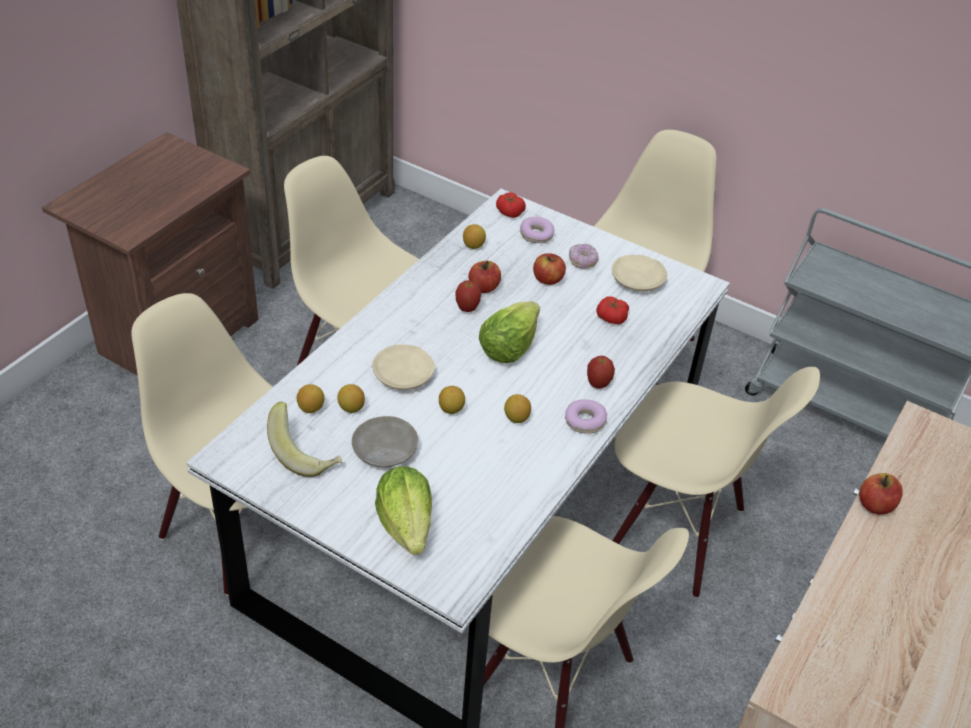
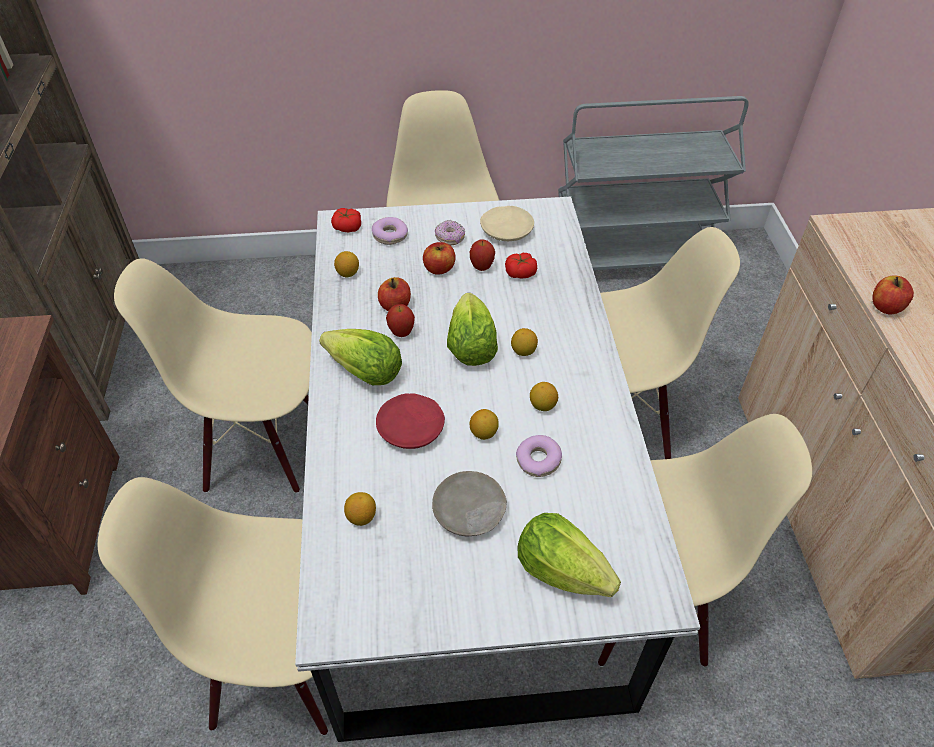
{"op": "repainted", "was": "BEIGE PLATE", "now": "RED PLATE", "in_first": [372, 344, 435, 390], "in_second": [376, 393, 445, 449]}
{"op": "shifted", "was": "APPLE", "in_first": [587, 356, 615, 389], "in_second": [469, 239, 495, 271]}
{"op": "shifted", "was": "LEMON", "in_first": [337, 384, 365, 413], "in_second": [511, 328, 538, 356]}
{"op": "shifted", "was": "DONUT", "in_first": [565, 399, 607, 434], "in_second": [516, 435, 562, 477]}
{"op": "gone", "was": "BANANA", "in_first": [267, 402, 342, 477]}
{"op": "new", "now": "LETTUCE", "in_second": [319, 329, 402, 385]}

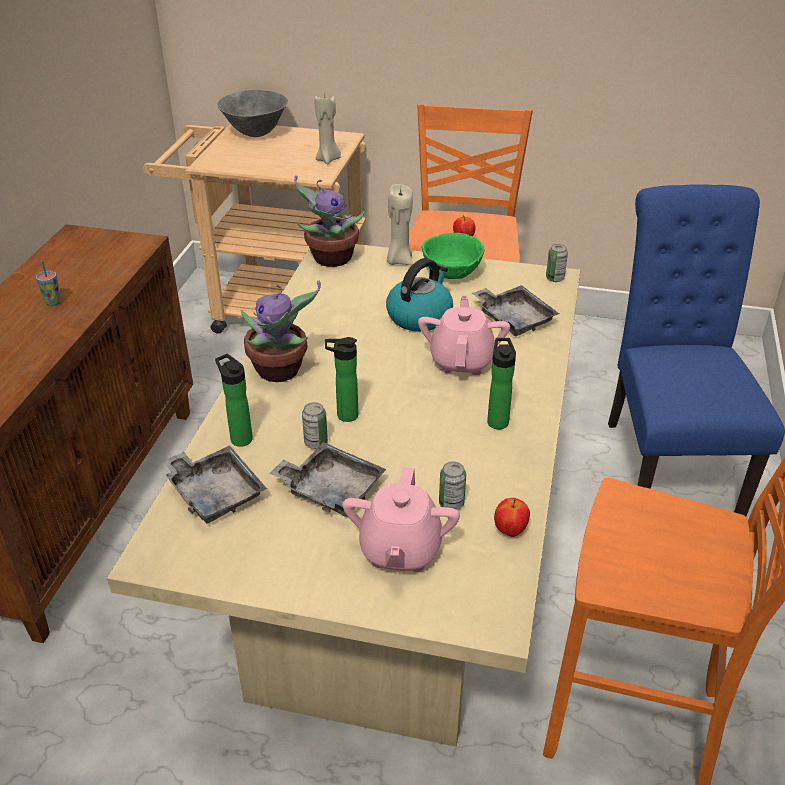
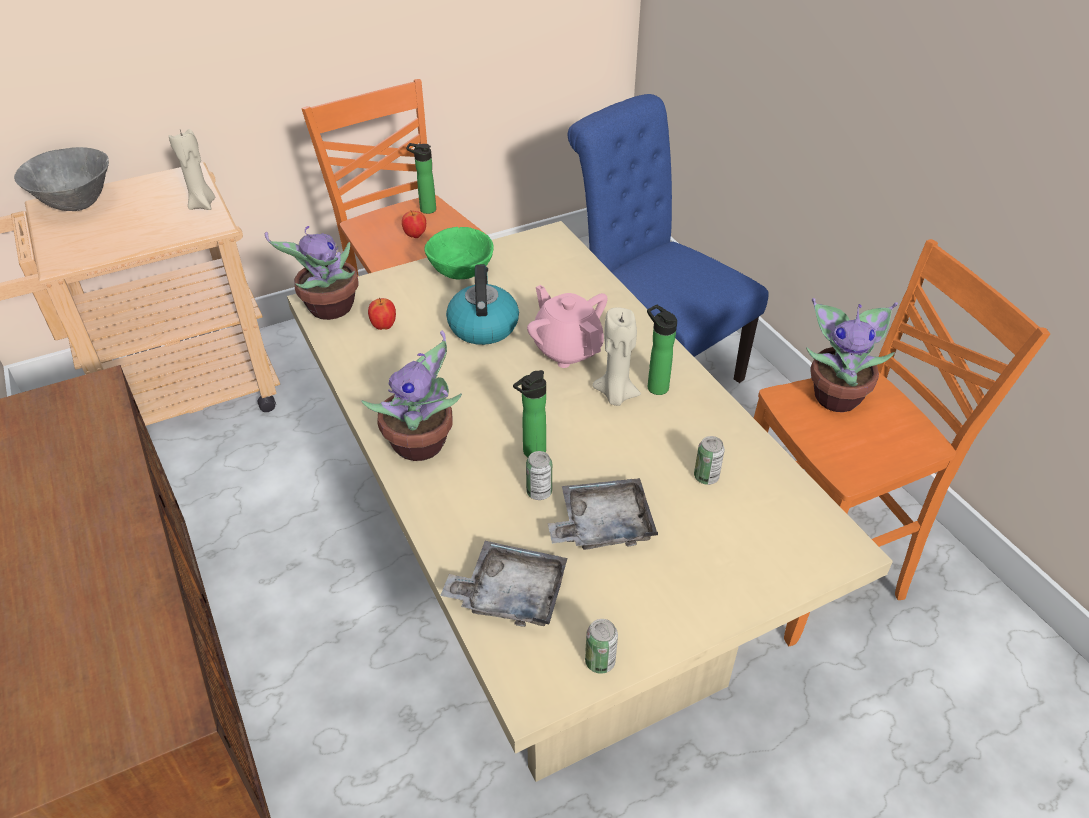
{"op": "shifted", "was": "BEIGE CANDLE", "in_first": [387, 184, 413, 265], "in_second": [592, 307, 641, 406]}
{"op": "shifted", "was": "CAN", "in_first": [546, 244, 568, 282], "in_second": [585, 619, 618, 674]}
{"op": "gone", "was": "CUP", "in_first": [36, 261, 61, 306]}
{"op": "gone", "was": "GREY TRAY", "in_first": [472, 285, 559, 336]}
{"op": "shifted", "was": "BOTTLE", "in_first": [215, 354, 253, 447], "in_second": [406, 143, 436, 214]}
{"op": "gone", "was": "PINK TEAPOT", "in_first": [343, 467, 460, 572]}
{"op": "shifted", "was": "APPLE", "in_first": [494, 498, 530, 537], "in_second": [368, 298, 396, 330]}
{"op": "new", "now": "POTTED PLANT", "in_second": [806, 298, 898, 412]}

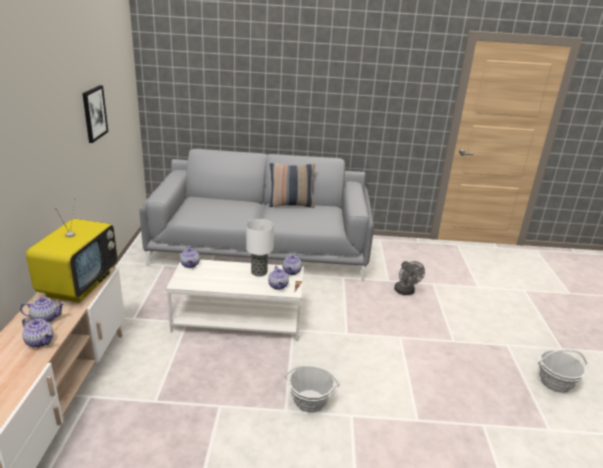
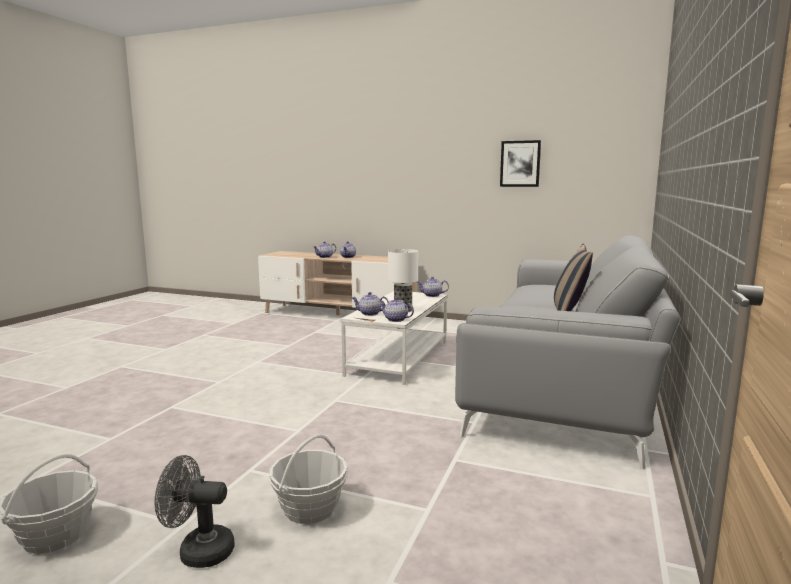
{"op": "gone", "was": "TELEVISION", "in_first": [26, 197, 117, 303]}
{"op": "shifted", "was": "GREY FAN", "in_first": [394, 261, 425, 295], "in_second": [155, 455, 235, 568]}
{"op": "shifted", "was": "BASKET", "in_first": [285, 365, 340, 413], "in_second": [270, 434, 348, 524]}

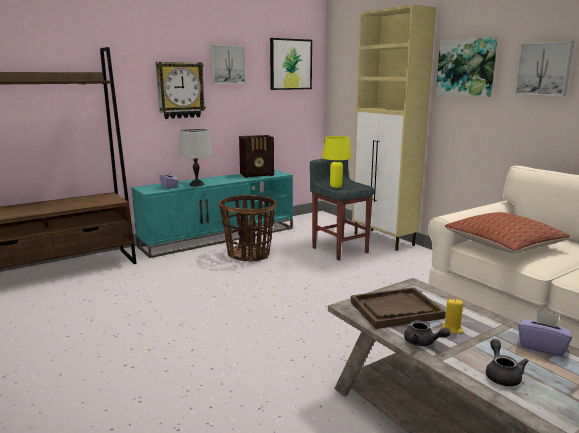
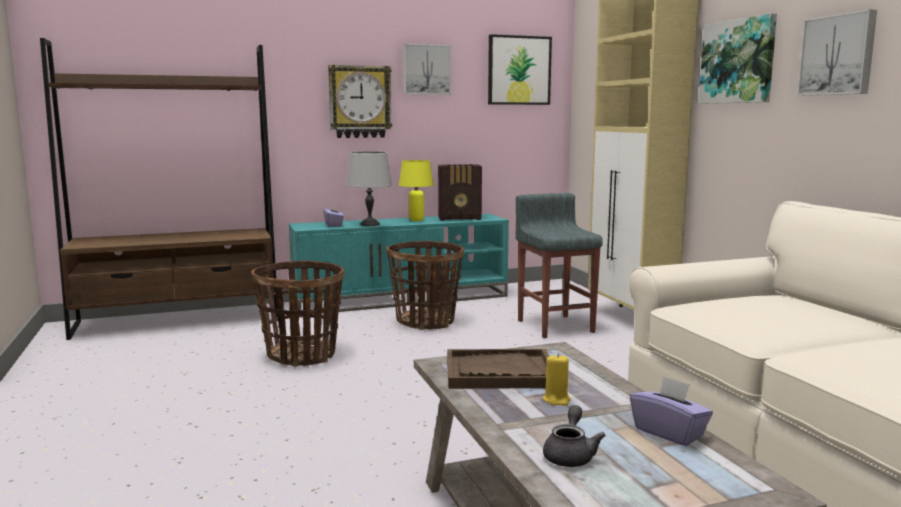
{"op": "shifted", "was": "YELLOW TABLE LAMP", "in_first": [322, 136, 352, 188], "in_second": [399, 160, 434, 221]}
{"op": "gone", "was": "PILLOW", "in_first": [445, 212, 571, 253]}
{"op": "gone", "was": "GREY TEAPOT", "in_first": [404, 320, 450, 346]}
{"op": "new", "now": "BASKET", "in_second": [251, 260, 344, 366]}

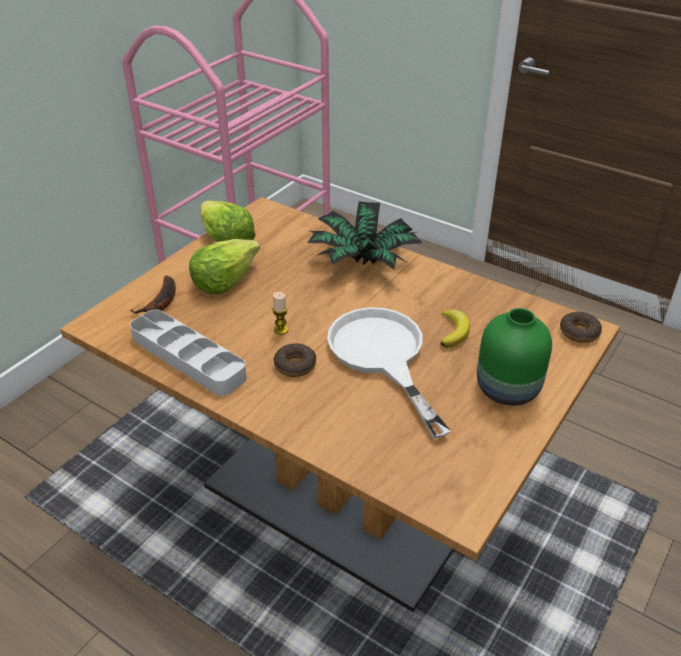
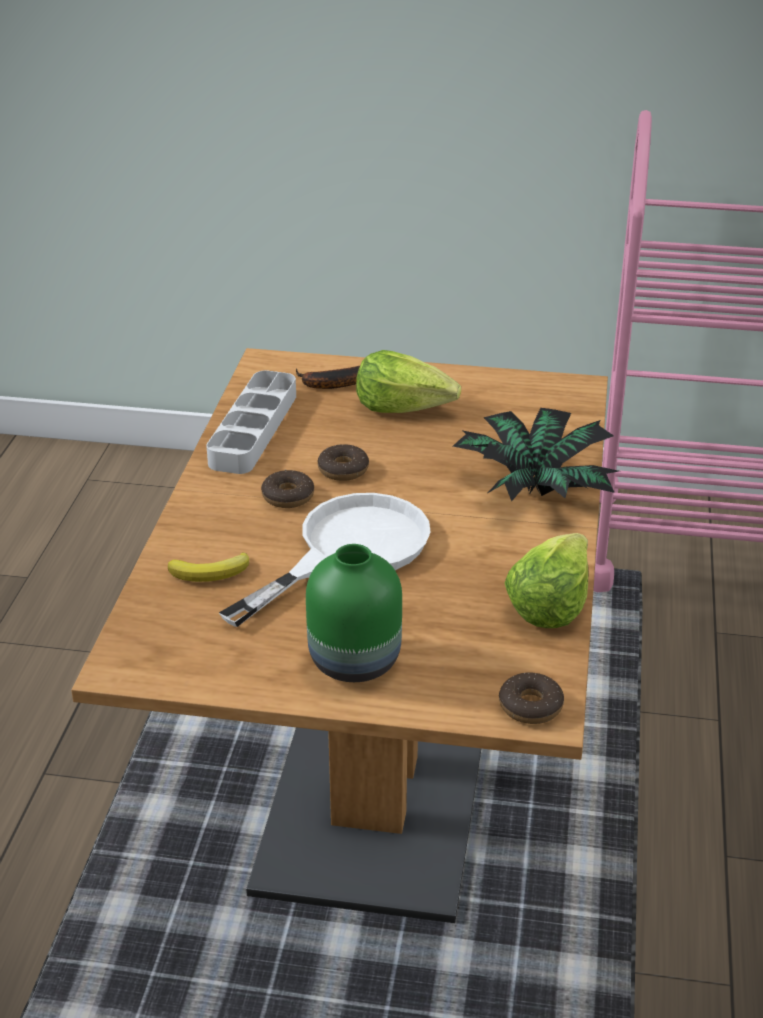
{"op": "shifted", "was": "LETTUCE", "in_first": [200, 201, 256, 242], "in_second": [504, 533, 588, 628]}
{"op": "swapped", "was": "CANDLE", "now": "DONUT", "in_first": [272, 292, 289, 335], "in_second": [318, 444, 369, 481]}
{"op": "shifted", "was": "BANANA", "in_first": [441, 310, 470, 348], "in_second": [168, 552, 249, 582]}

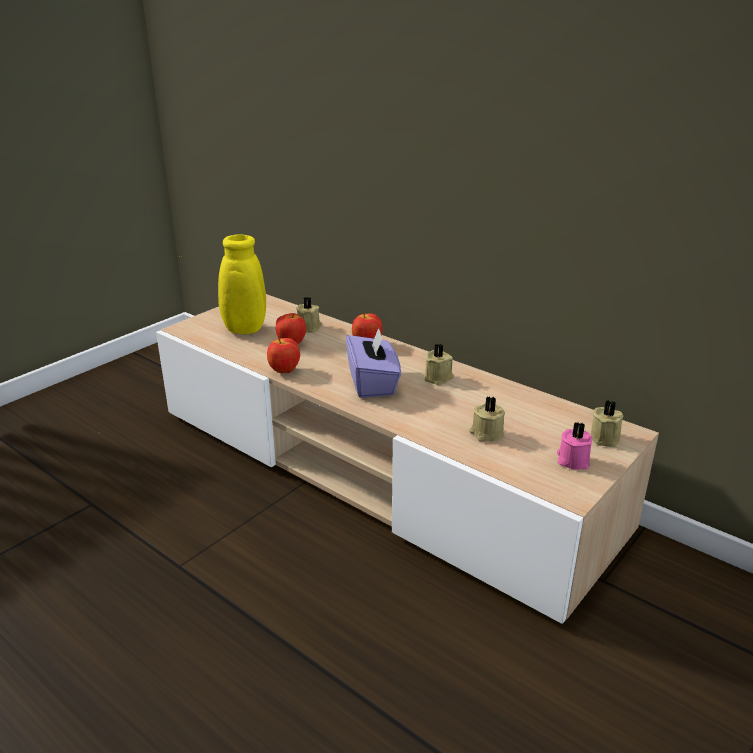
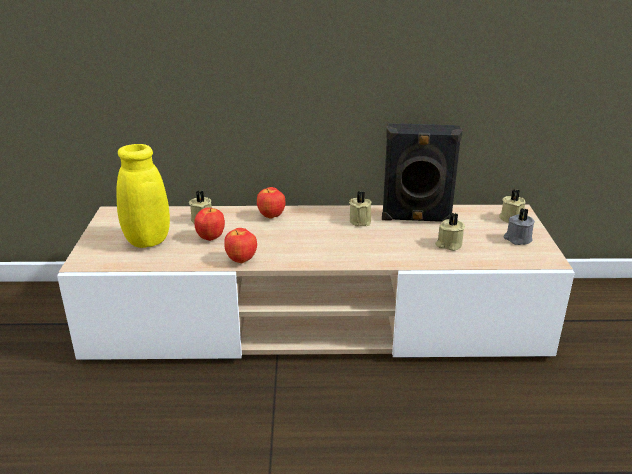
{"op": "gone", "was": "PURPLE TISSUE BOX", "in_first": [346, 328, 401, 398]}
{"op": "repainted", "was": "PINK CANDLE", "now": "GREY CANDLE", "in_first": [557, 422, 593, 470], "in_second": [504, 208, 535, 245]}
{"op": "new", "now": "BLACK SPEAKER", "in_second": [382, 123, 463, 222]}

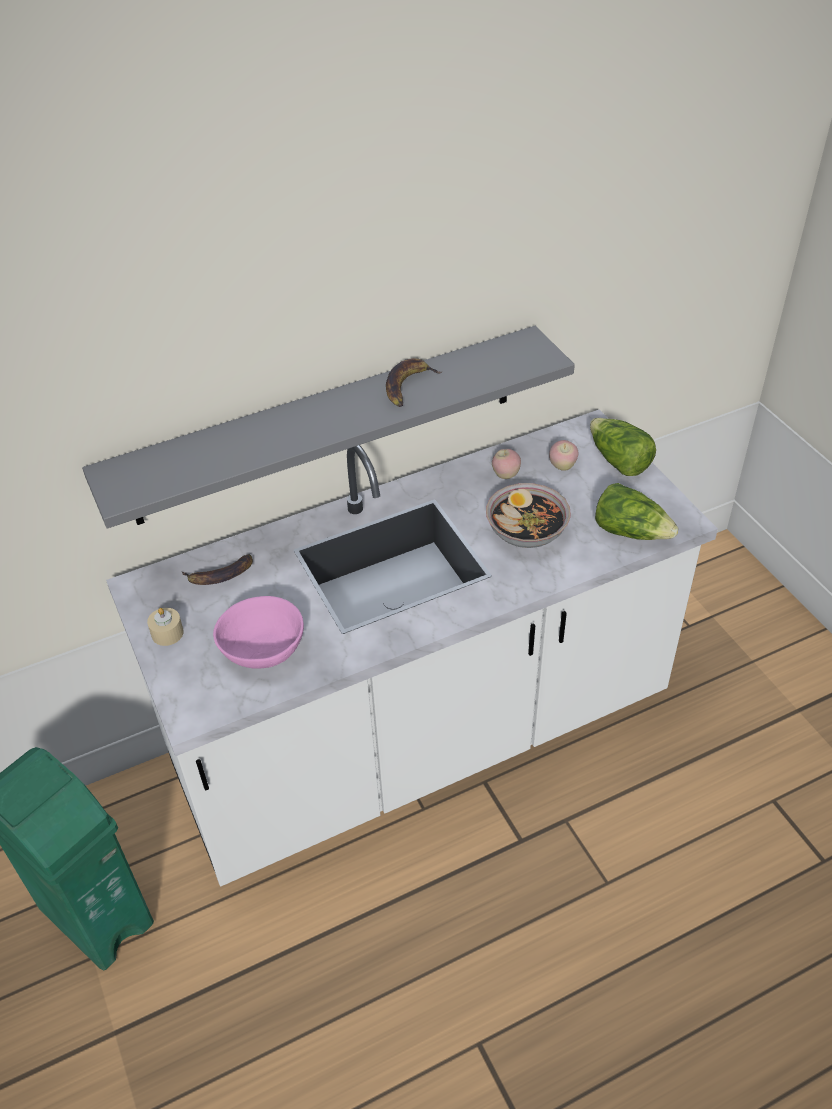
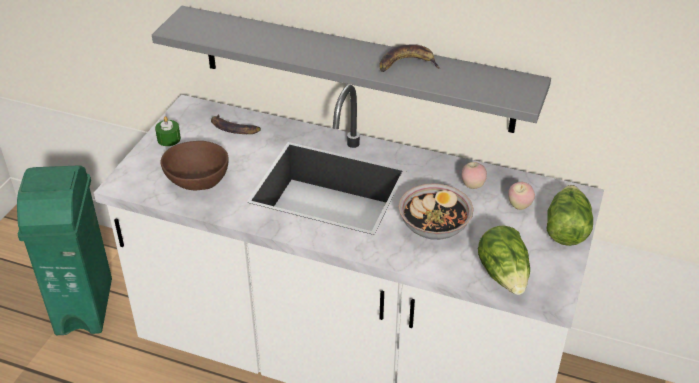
{"op": "repainted", "was": "PINK BOWL", "now": "BROWN BOWL", "in_first": [213, 596, 304, 669], "in_second": [160, 141, 229, 190]}
{"op": "repainted", "was": "BEIGE CANDLE", "now": "GREEN CANDLE", "in_first": [147, 608, 184, 646], "in_second": [155, 116, 181, 146]}

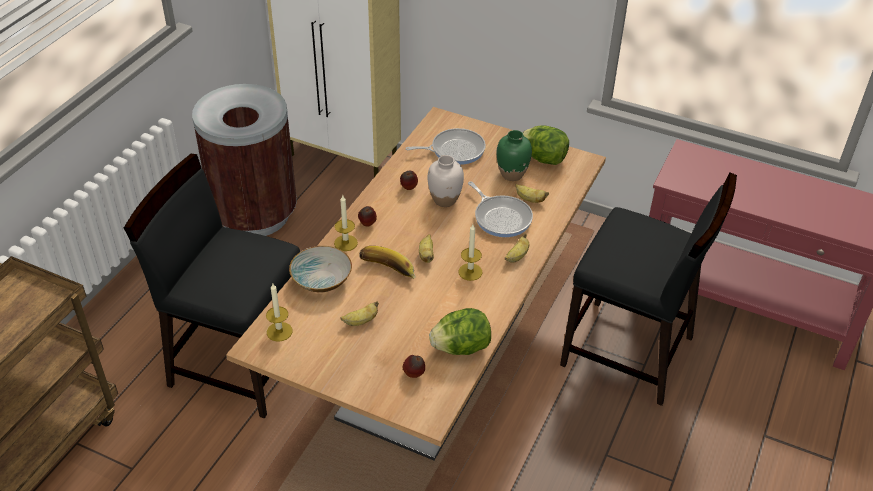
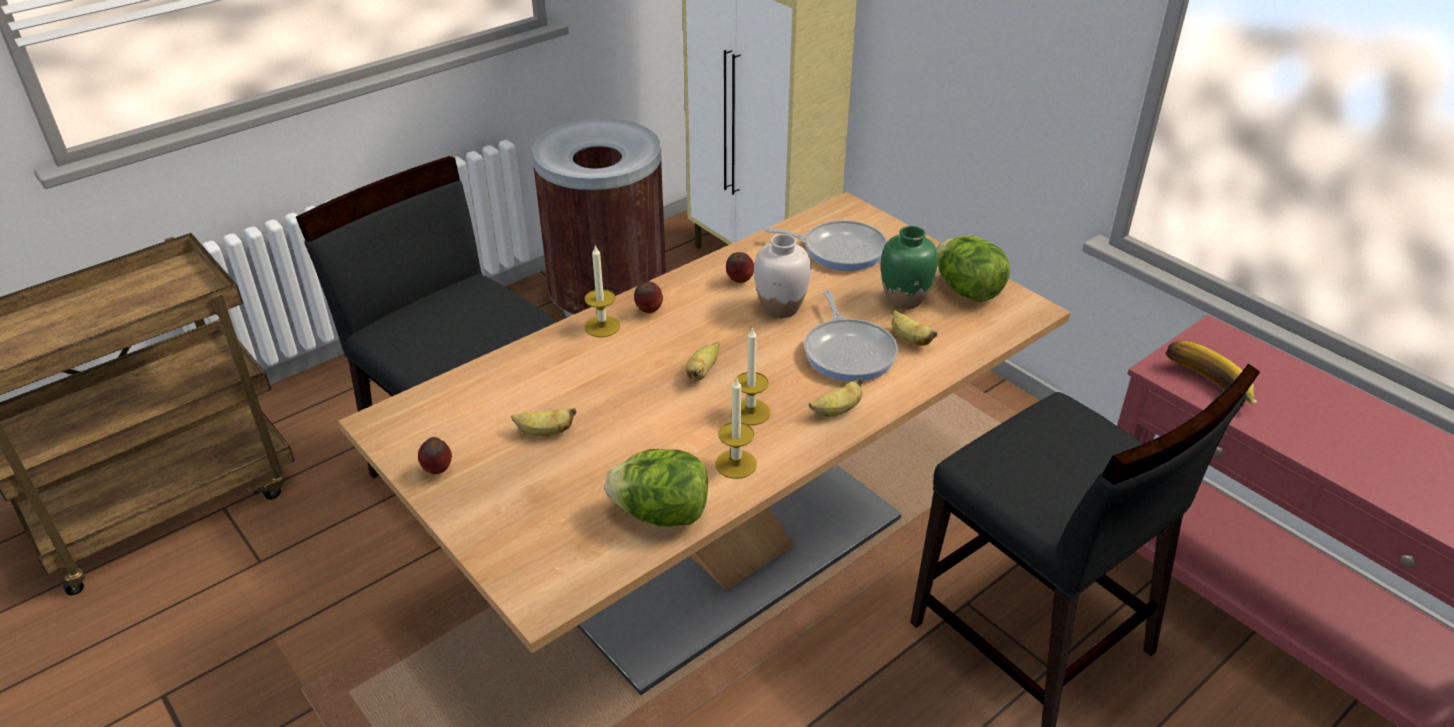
{"op": "gone", "was": "BOWL", "in_first": [289, 246, 352, 292]}
{"op": "shifted", "was": "BANANA", "in_first": [360, 246, 416, 279], "in_second": [1166, 341, 1257, 404]}
{"op": "shifted", "was": "CANDLE", "in_first": [266, 284, 292, 342], "in_second": [715, 377, 757, 479]}
{"op": "shifted", "was": "APPLE", "in_first": [402, 355, 425, 378], "in_second": [418, 437, 452, 474]}

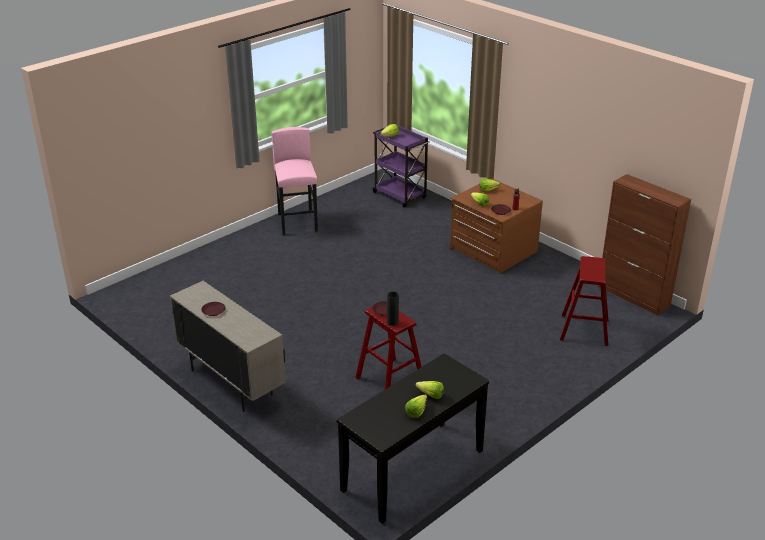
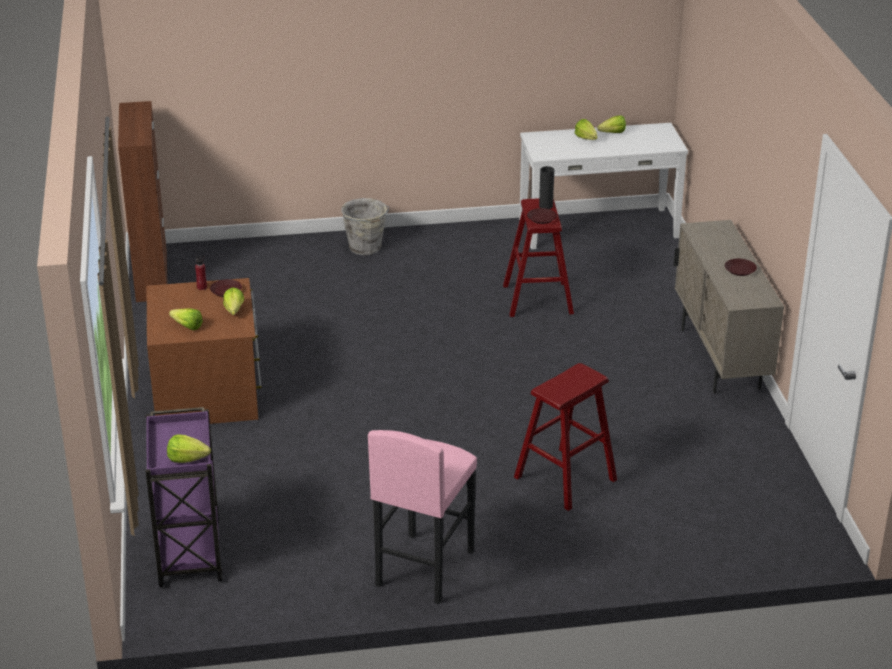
{"op": "shifted", "was": "RED STOOL", "in_first": [560, 256, 609, 346], "in_second": [514, 363, 617, 511]}
{"op": "repainted", "was": "BLACK CONSOLE TABLE", "now": "WHITE CONSOLE TABLE", "in_first": [337, 353, 489, 524], "in_second": [519, 123, 688, 249]}
{"op": "new", "now": "GREY BUCKET", "in_second": [341, 198, 389, 255]}

